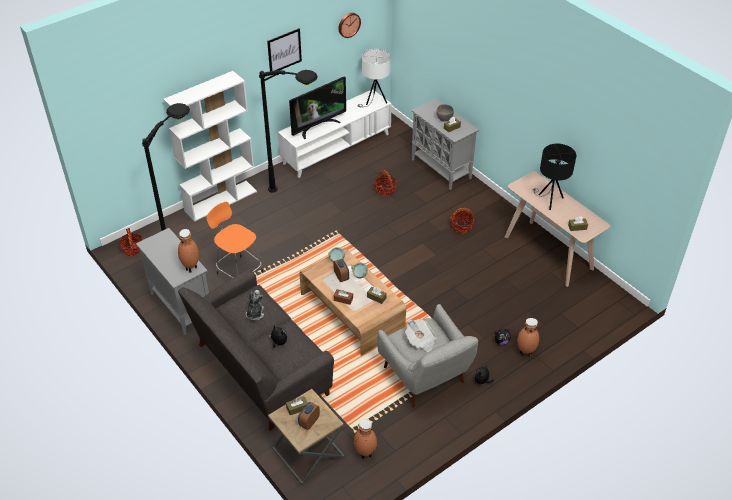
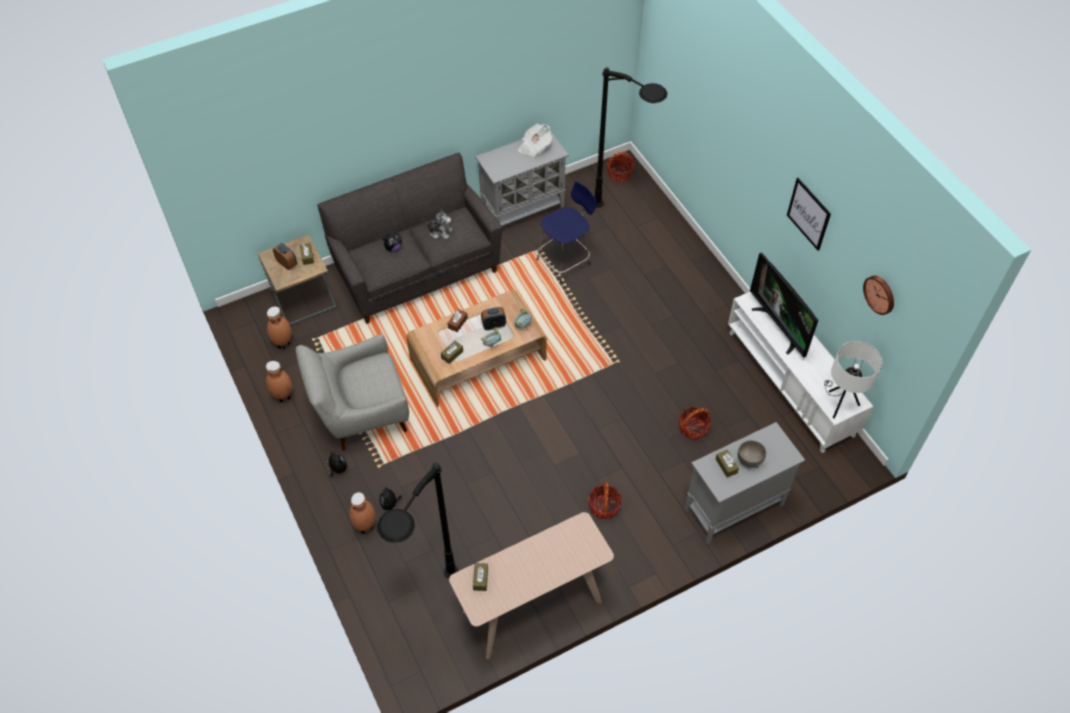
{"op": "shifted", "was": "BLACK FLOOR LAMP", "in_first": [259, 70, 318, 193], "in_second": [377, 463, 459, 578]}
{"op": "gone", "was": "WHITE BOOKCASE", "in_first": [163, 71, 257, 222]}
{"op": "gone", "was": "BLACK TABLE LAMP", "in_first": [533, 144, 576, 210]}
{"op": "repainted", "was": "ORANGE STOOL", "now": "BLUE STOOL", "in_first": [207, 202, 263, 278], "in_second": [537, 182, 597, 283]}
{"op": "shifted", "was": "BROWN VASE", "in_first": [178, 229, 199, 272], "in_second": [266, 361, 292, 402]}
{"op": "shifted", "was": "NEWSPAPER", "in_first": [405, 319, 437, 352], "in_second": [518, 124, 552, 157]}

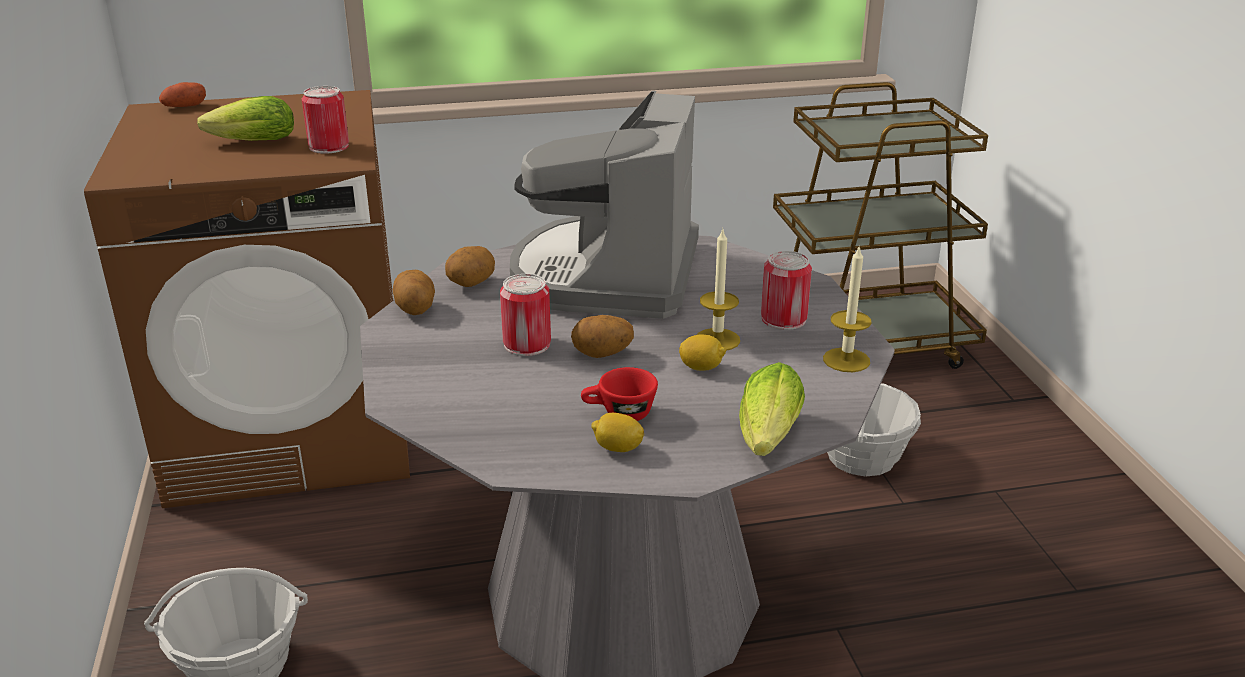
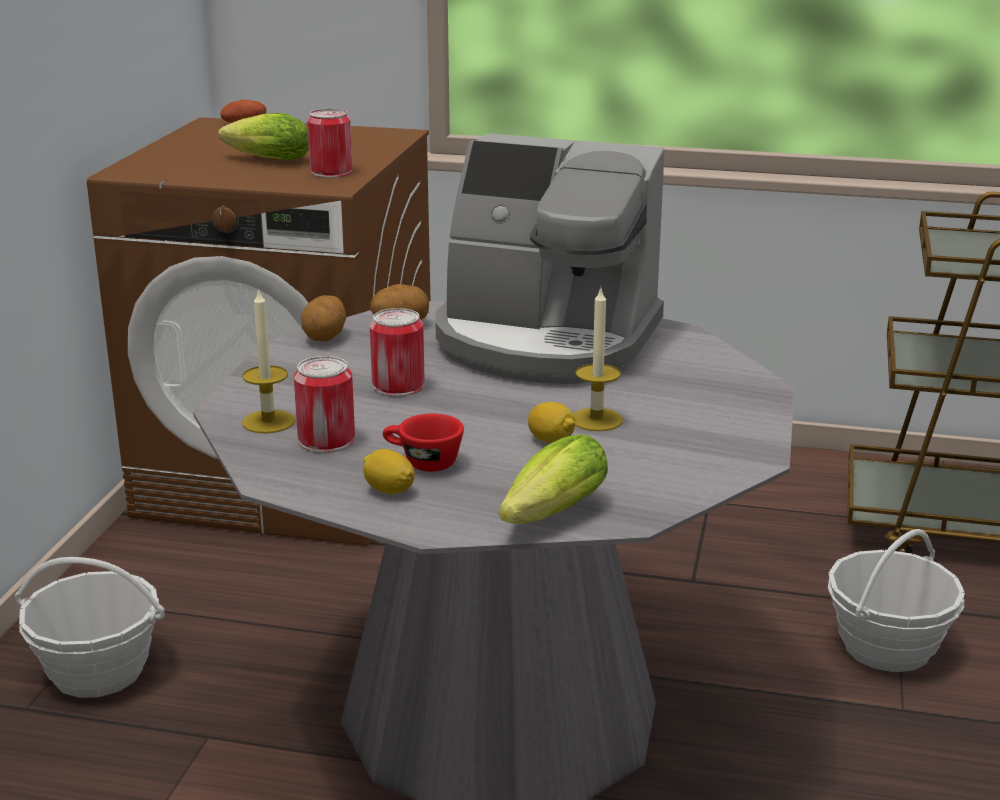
{"op": "rotated", "was": "COFFEE MACHINE", "in_first": [510, 91, 699, 319], "in_second": [435, 133, 665, 384], "clockwise": -105}
{"op": "shifted", "was": "CANDLE", "in_first": [823, 245, 872, 372], "in_second": [242, 287, 295, 434]}
{"op": "shifted", "was": "CAN", "in_first": [761, 251, 812, 330], "in_second": [294, 356, 355, 453]}
{"op": "gone", "was": "POTATO", "in_first": [571, 315, 634, 358]}

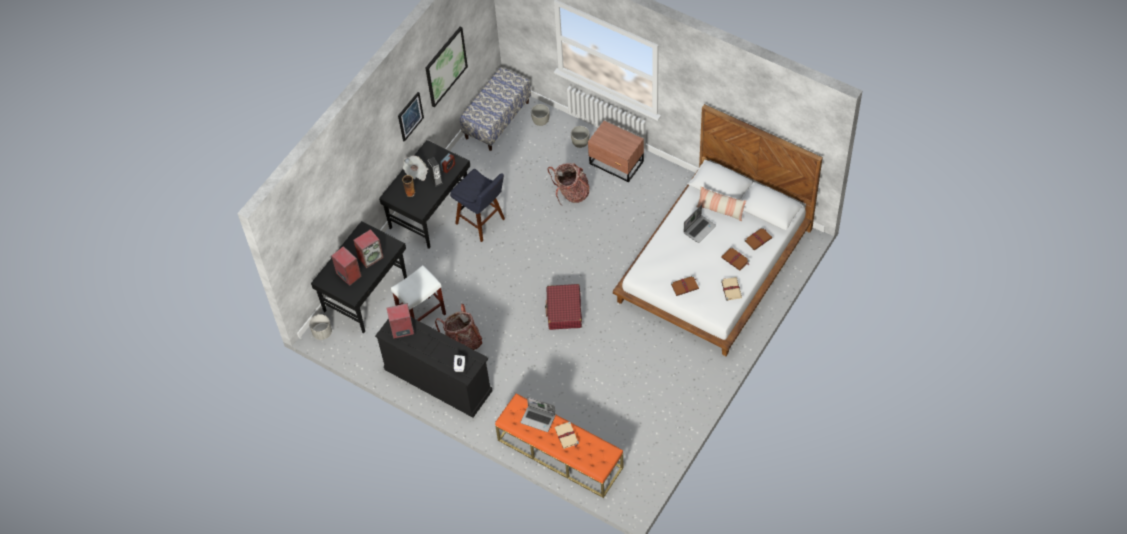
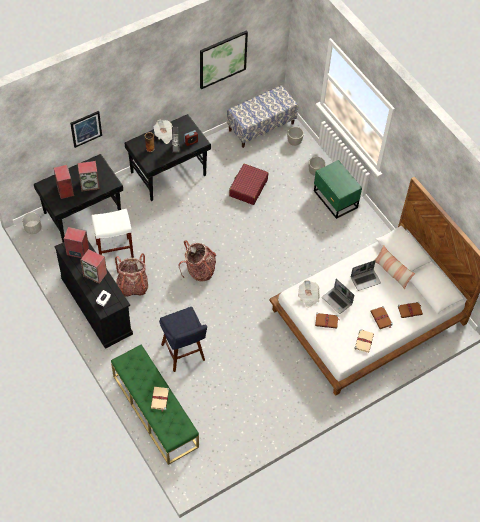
{"op": "shifted", "was": "PICTURE", "in_first": [398, 92, 424, 142], "in_second": [70, 111, 102, 148]}
{"op": "repainted", "was": "BROWN NIGHTSTAND", "now": "GREEN NIGHTSTAND", "in_first": [588, 120, 644, 182], "in_second": [314, 160, 362, 219]}
{"op": "shifted", "was": "BACKPACK", "in_first": [548, 163, 589, 206], "in_second": [178, 240, 216, 281]}
{"op": "shifted", "was": "BLUE STOOL", "in_first": [450, 169, 505, 242], "in_second": [159, 307, 207, 372]}
{"op": "shifted", "was": "RED SUITCASE", "in_first": [545, 284, 582, 330], "in_second": [229, 164, 268, 205]}
{"op": "repainted", "was": "ORANGE BENCH", "now": "GREEN BENCH", "in_first": [495, 394, 624, 498], "in_second": [111, 345, 199, 465]}
{"op": "shifted", "was": "LAPTOP", "in_first": [521, 397, 556, 432], "in_second": [322, 279, 354, 314]}
{"op": "new", "now": "SPEAKER", "in_second": [80, 249, 107, 284]}
{"op": "new", "now": "NEWSPAPER", "in_second": [298, 280, 320, 308]}

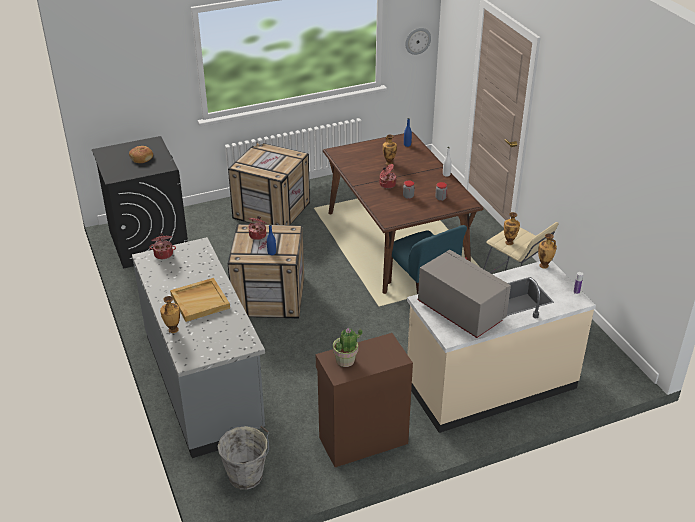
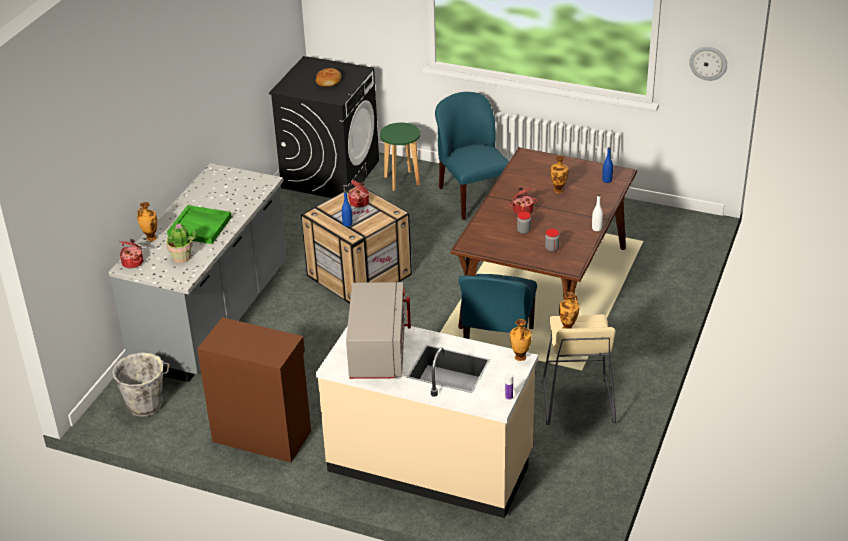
{"op": "swapped", "was": "CRATE", "now": "BLUE CHAIR", "in_first": [228, 142, 310, 225], "in_second": [435, 92, 509, 220]}
{"op": "shifted", "was": "COOKING POT", "in_first": [149, 233, 176, 259], "in_second": [119, 239, 143, 268]}
{"op": "repainted", "was": "BEIGE TRAY", "now": "GREEN TRAY", "in_first": [170, 278, 230, 322], "in_second": [167, 205, 232, 244]}
{"op": "shifted", "was": "POTTED PLANT", "in_first": [333, 328, 362, 367], "in_second": [166, 224, 197, 263]}
{"op": "new", "now": "GREEN STOOL", "in_second": [380, 123, 420, 191]}

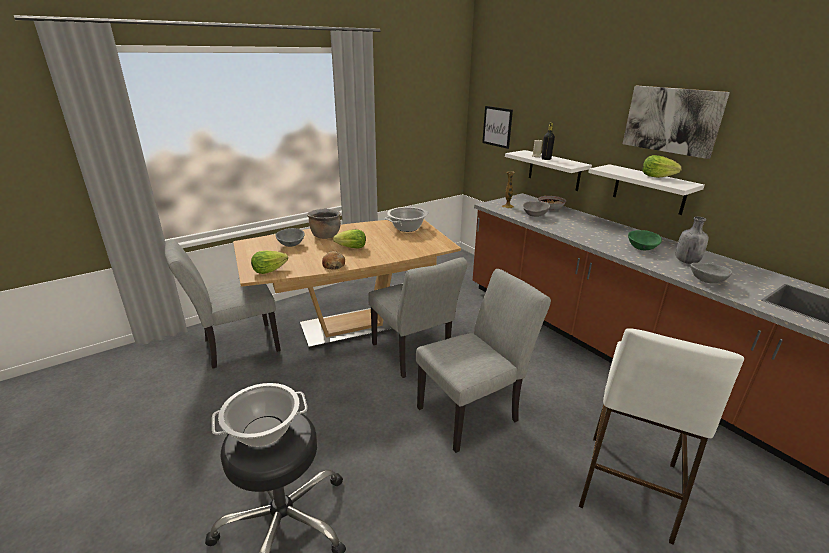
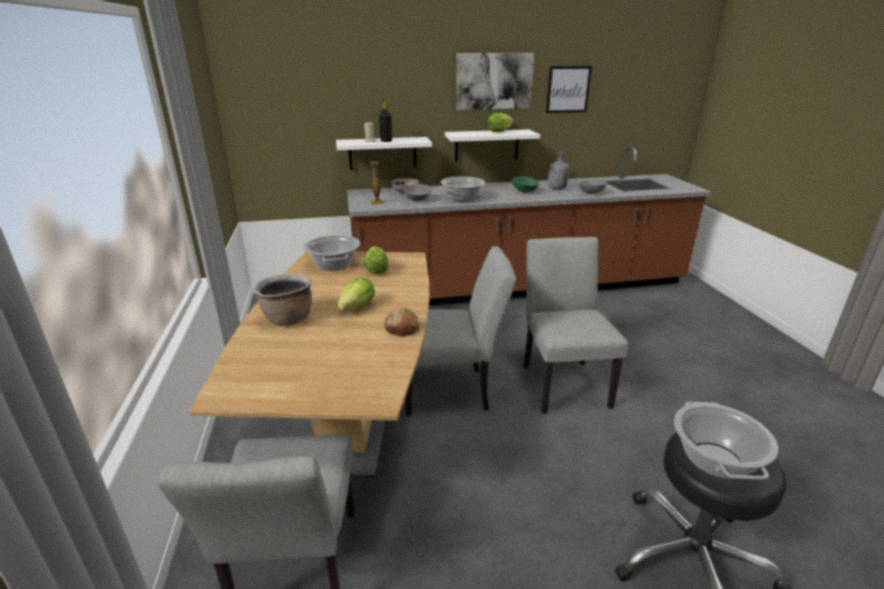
{"op": "shifted", "was": "PICTURE", "in_first": [482, 106, 513, 149], "in_second": [546, 66, 592, 113]}
{"op": "gone", "was": "GREY BOWL", "in_first": [275, 228, 305, 247]}
{"op": "shifted", "was": "LETTUCE", "in_first": [251, 251, 288, 274], "in_second": [364, 246, 389, 274]}
{"op": "gone", "was": "WHITE STOOL", "in_first": [579, 328, 744, 545]}
{"op": "new", "now": "COOKING POT", "in_second": [439, 176, 485, 202]}

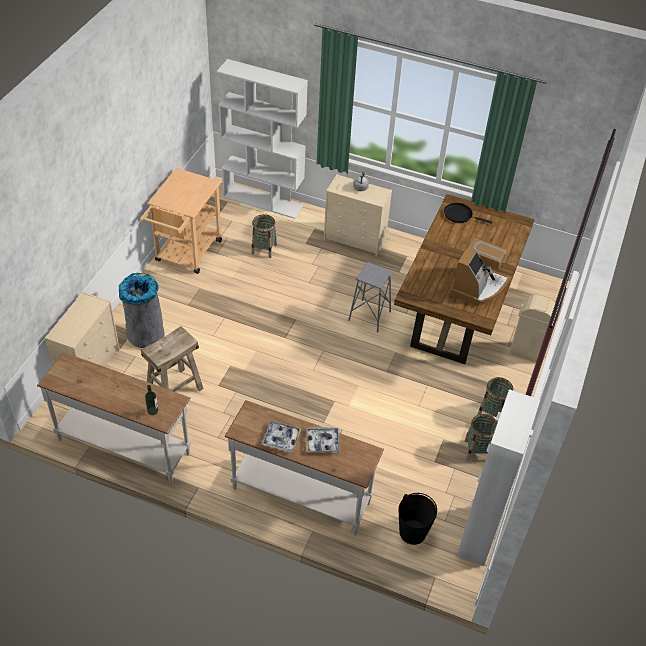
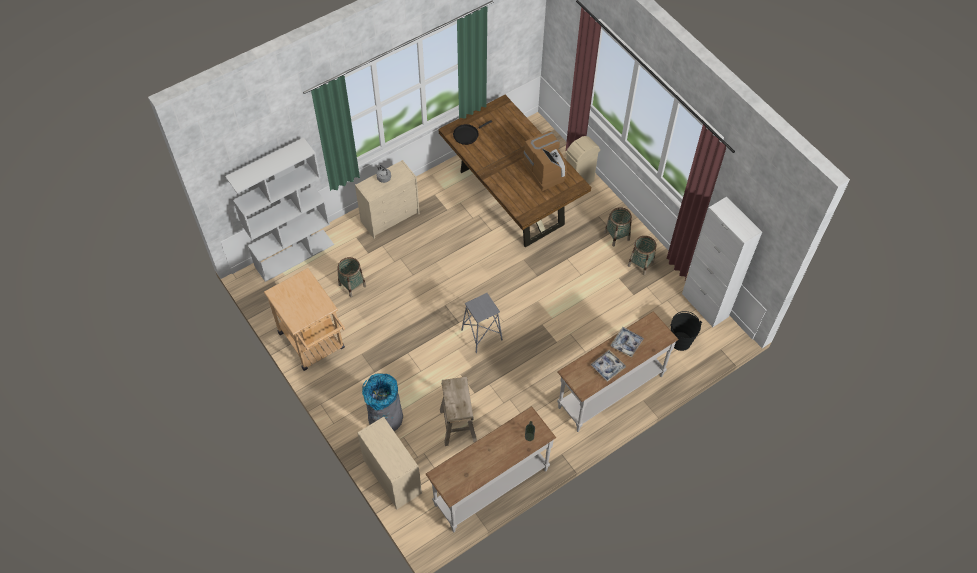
{"op": "shifted", "was": "GREY STOOL", "in_first": [348, 262, 393, 332], "in_second": [461, 293, 503, 353]}

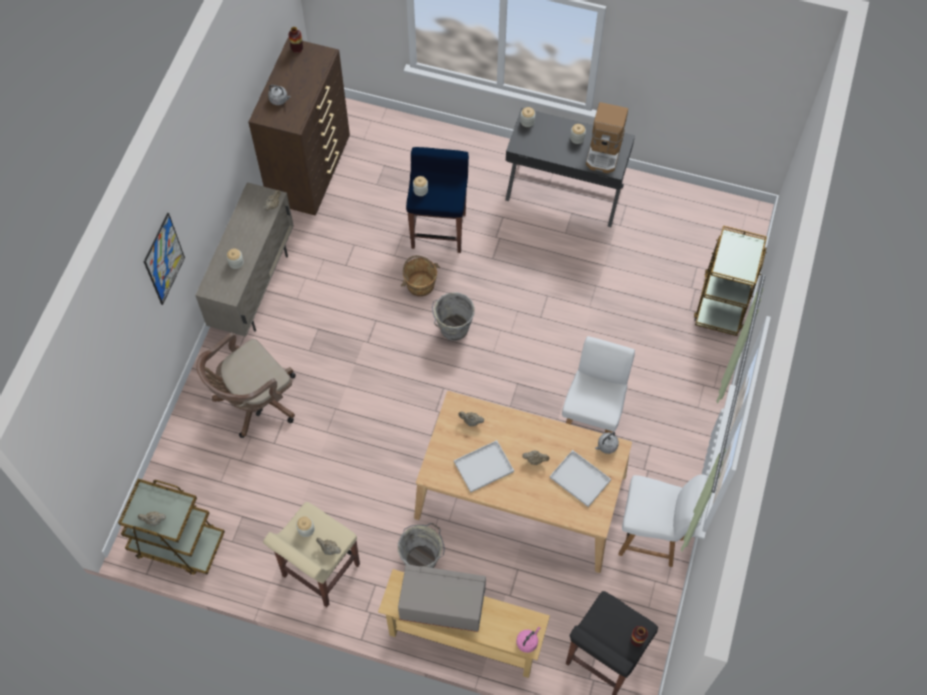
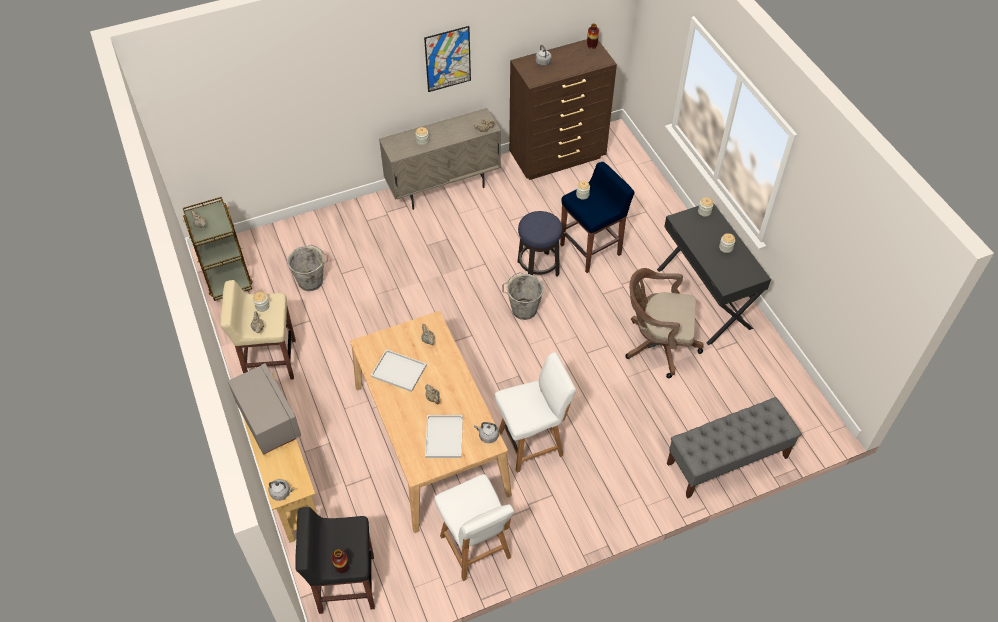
{"op": "gone", "was": "COFFEE MACHINE", "in_first": [586, 102, 628, 173]}
{"op": "shifted", "was": "PICTURE", "in_first": [144, 213, 185, 305], "in_second": [424, 26, 471, 92]}
{"op": "swapped", "was": "BROWN CART", "now": "GREY BENCH", "in_first": [694, 226, 767, 336], "in_second": [667, 397, 802, 499]}
{"op": "swapped", "was": "BROWN BUCKET", "now": "STOOL", "in_first": [401, 255, 440, 297], "in_second": [517, 211, 562, 277]}
{"op": "shifted", "was": "BROWN OFFICE CHAIR", "in_first": [196, 332, 296, 438], "in_second": [625, 268, 704, 378]}
{"op": "shifted", "was": "GREY BUCKET", "in_first": [398, 523, 445, 568], "in_second": [287, 245, 328, 291]}
{"op": "repainted", "was": "PINK KETTLE", "now": "GREY KETTLE", "in_first": [516, 627, 540, 653], "in_second": [269, 479, 294, 501]}

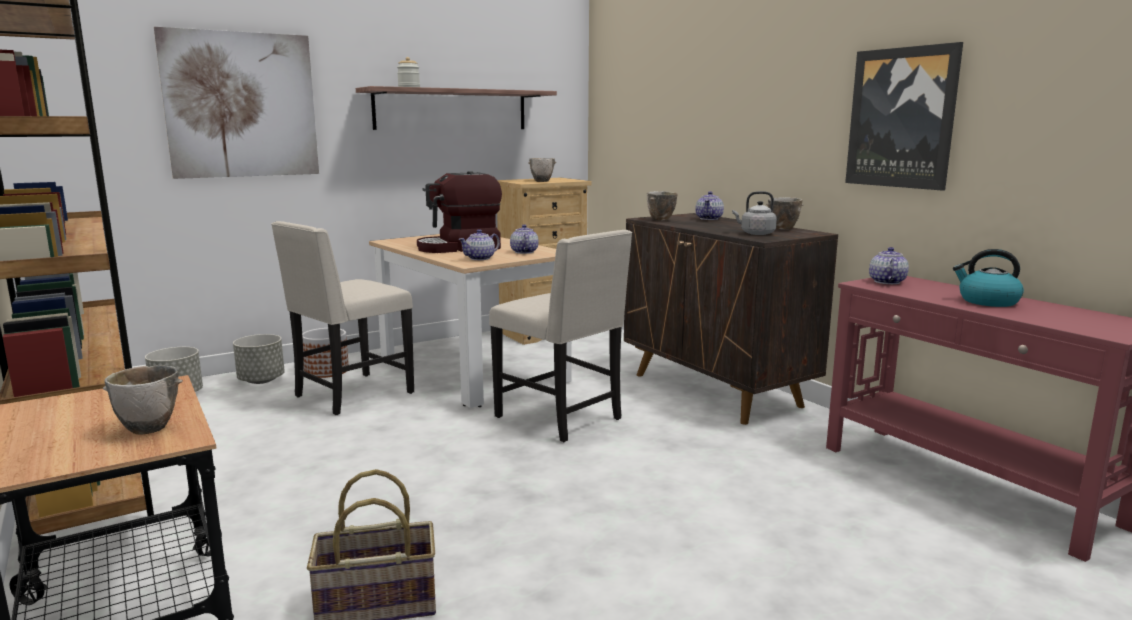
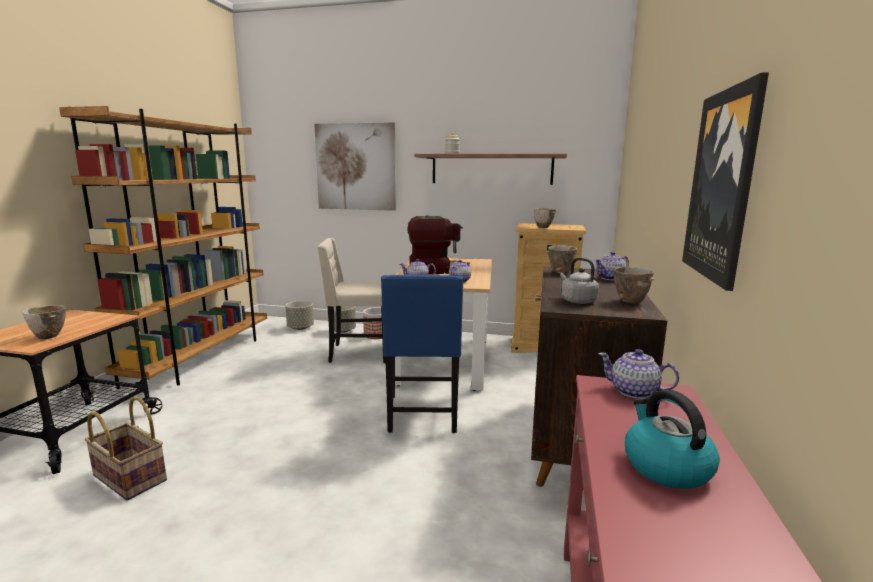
{"op": "rotated", "was": "COFFEE MACHINE", "in_first": [417, 171, 502, 253], "in_second": [407, 216, 466, 274], "clockwise": 150}
{"op": "repainted", "was": "BEIGE CHAIR", "now": "BLUE CHAIR", "in_first": [489, 230, 632, 442], "in_second": [381, 275, 463, 433]}
{"op": "rotated", "was": "TEAPOT", "in_first": [869, 247, 909, 284], "in_second": [598, 349, 679, 399], "clockwise": -120}

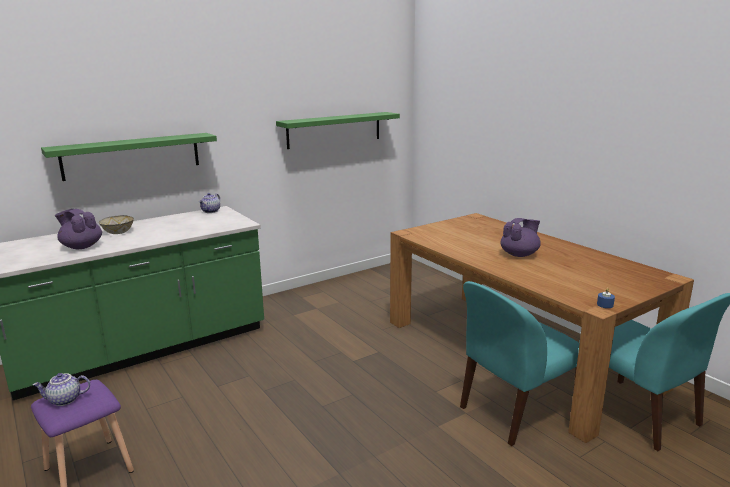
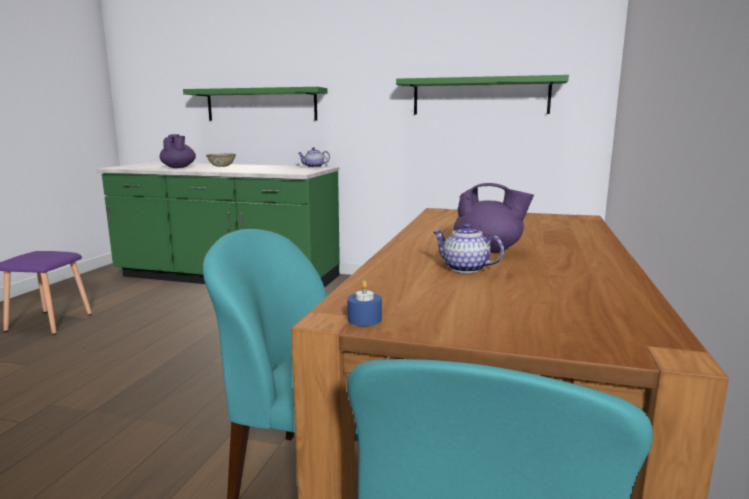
{"op": "shifted", "was": "TEAPOT", "in_first": [33, 373, 90, 406], "in_second": [433, 224, 504, 273]}

